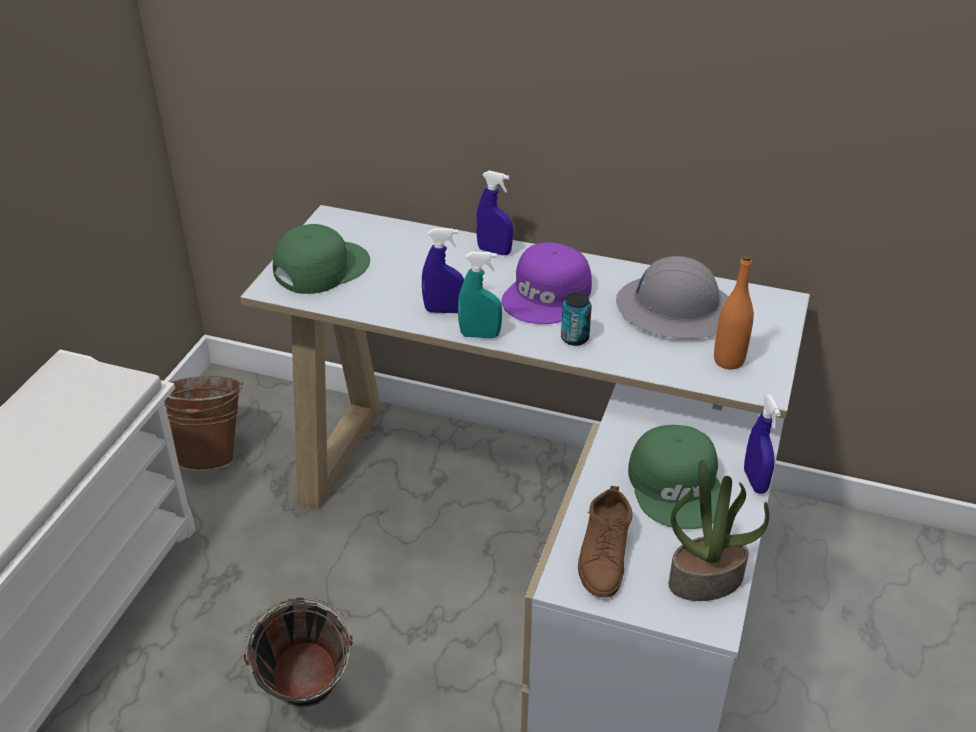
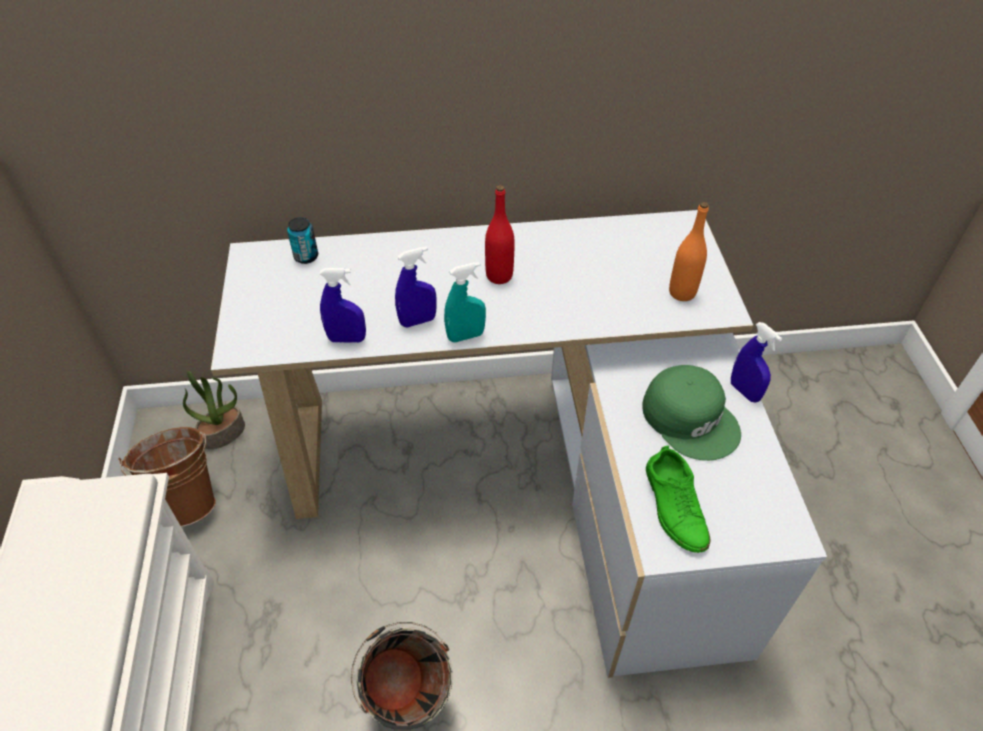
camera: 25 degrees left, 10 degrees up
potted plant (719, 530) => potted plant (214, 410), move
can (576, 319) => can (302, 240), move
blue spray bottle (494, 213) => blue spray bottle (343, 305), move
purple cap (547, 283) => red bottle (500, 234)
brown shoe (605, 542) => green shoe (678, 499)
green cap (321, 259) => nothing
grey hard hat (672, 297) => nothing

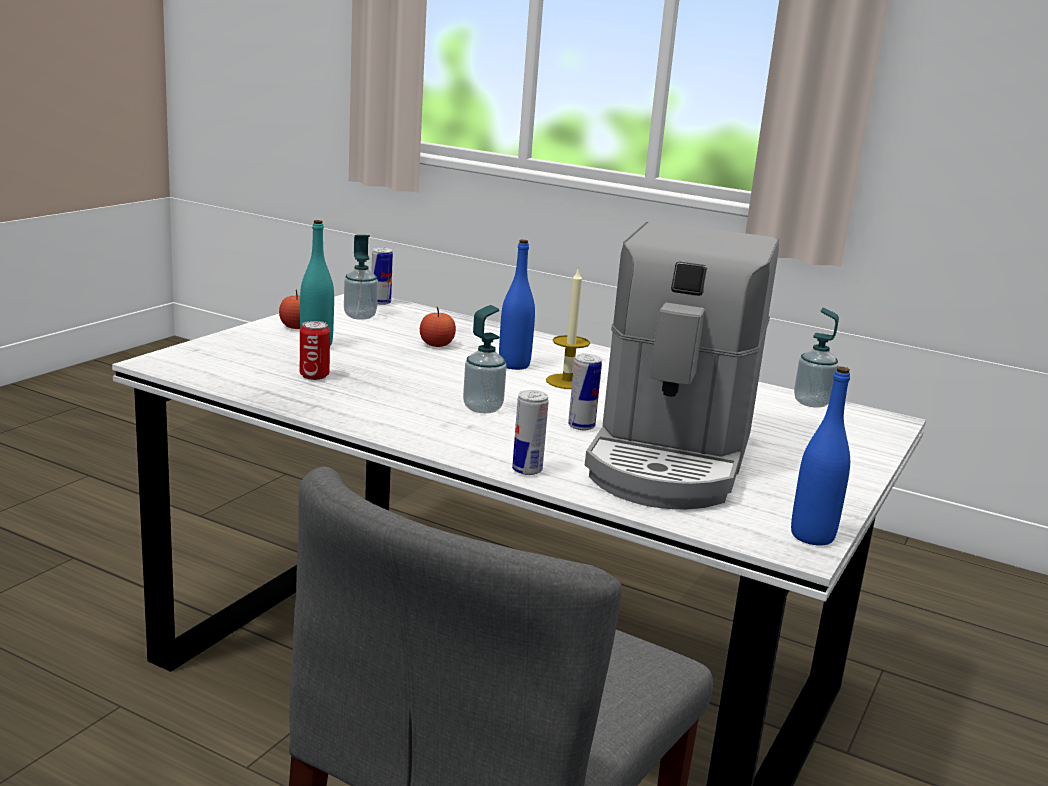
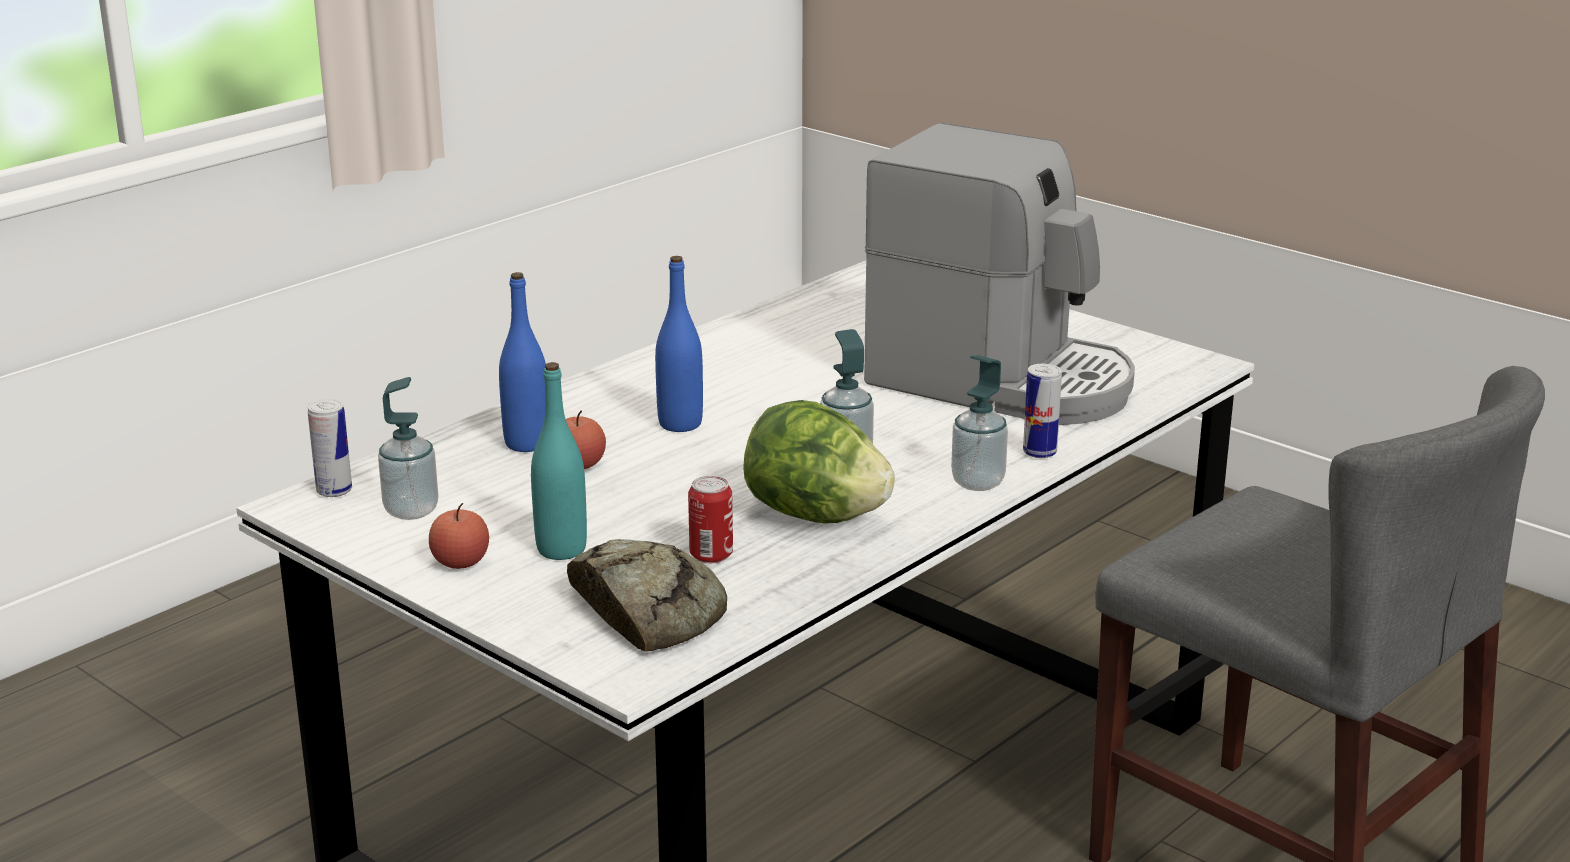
camera: 75 degrees left, 5 degrees up
blue bottle (820, 456) => blue bottle (522, 362), move
nothing => bread (647, 595)
nothing => lettuce (819, 462)
soap dispenser (816, 358) => soap dispenser (979, 423), move
candle (568, 328) => nothing
can (585, 392) => nothing

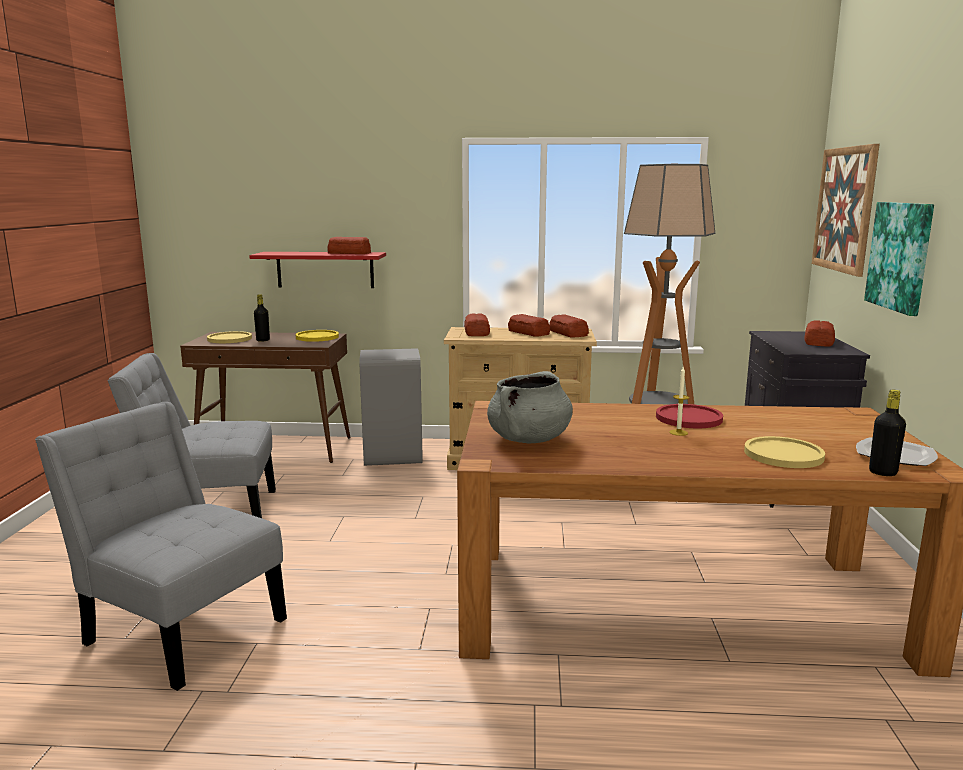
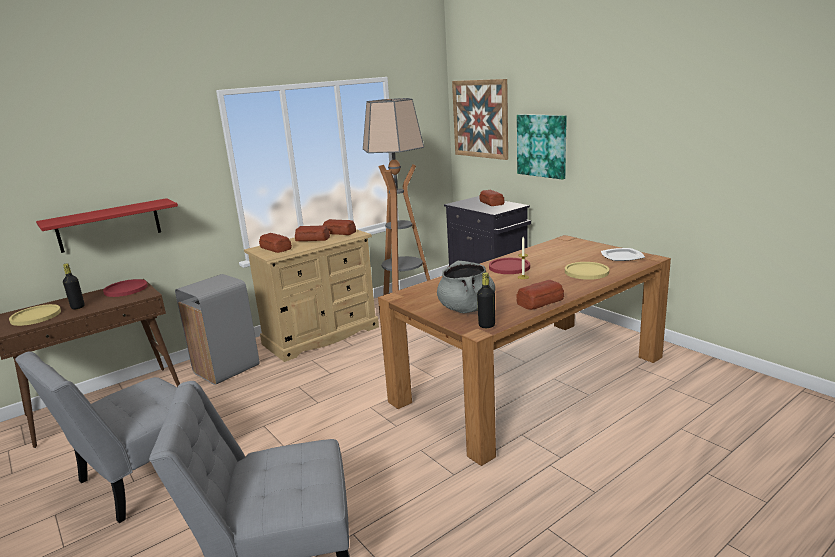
camera: 40 degrees left, 5 degrees up
yellow plate (317, 336) => red plate (125, 288)
black bottle (887, 433) => black bottle (486, 300), move
bread (349, 245) => bread (540, 295), move

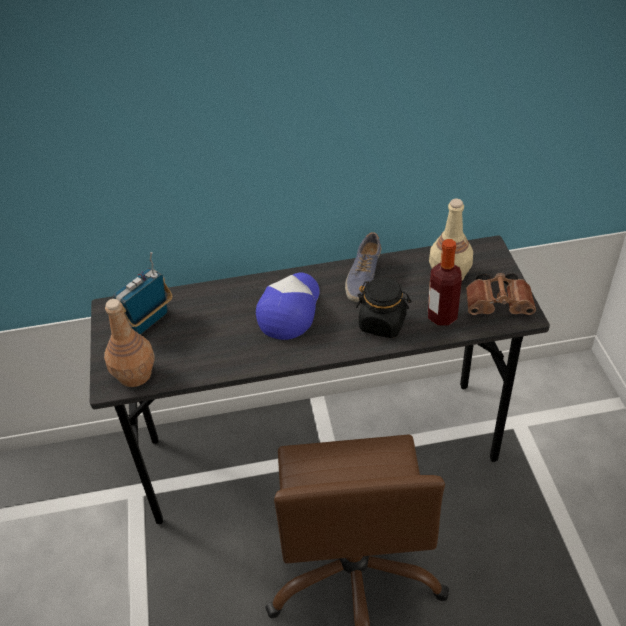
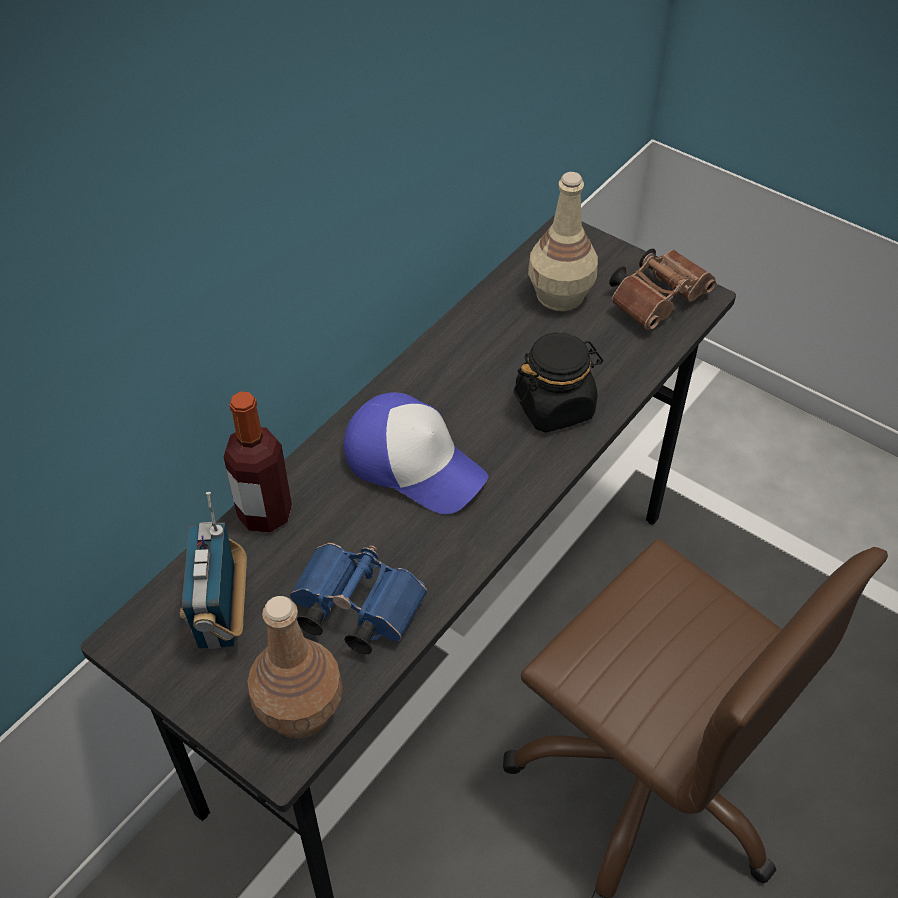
camera: 45 degrees left, 5 degrees up
bottle (445, 282) => bottle (258, 462), move
nothing => blue binoculars (358, 598)
cap (288, 306) => cap (416, 453), 150 degrees clockwise
shoe (363, 267) => nothing

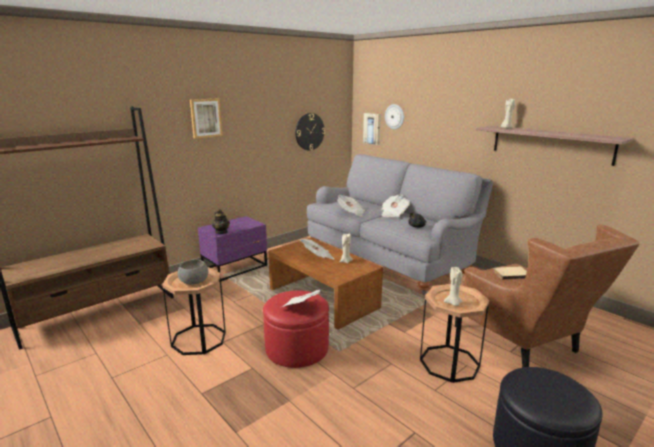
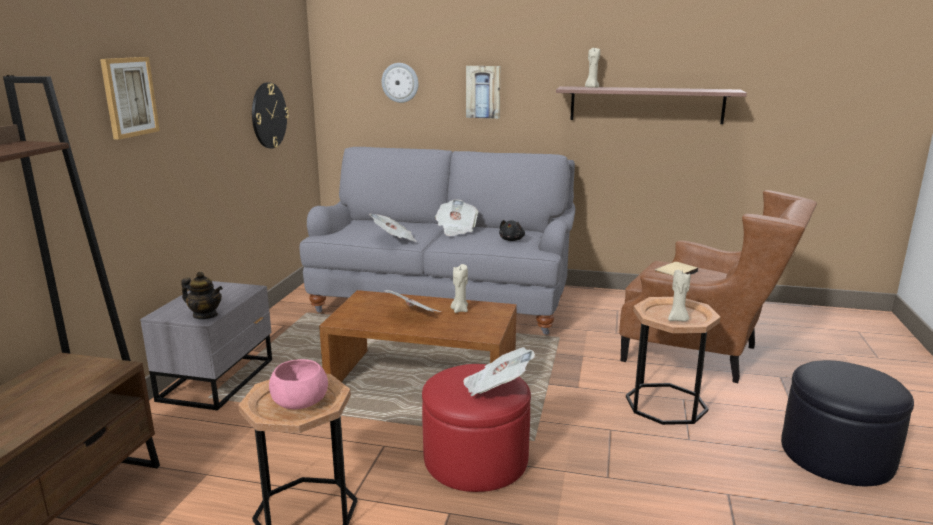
camera: 35 degrees left, 0 degrees up
purple nightstand (232, 249) => grey nightstand (206, 345)
grey bowl (193, 272) => pink bowl (298, 384)
picture (372, 129) => picture (483, 92), move

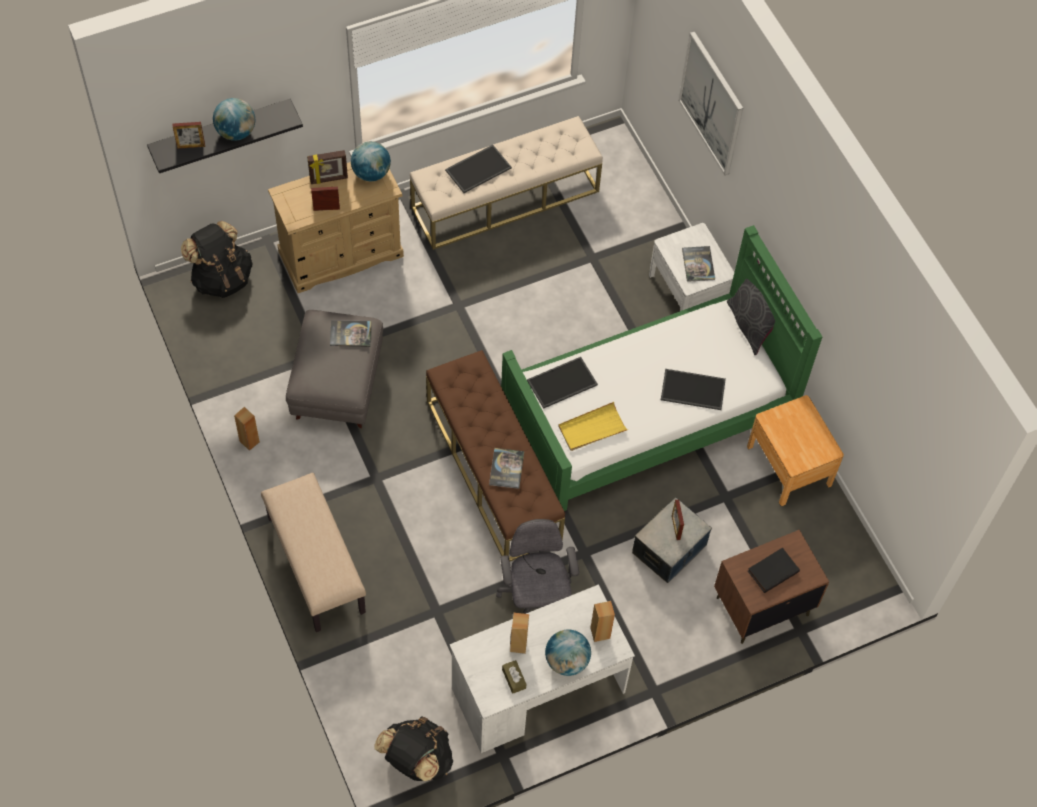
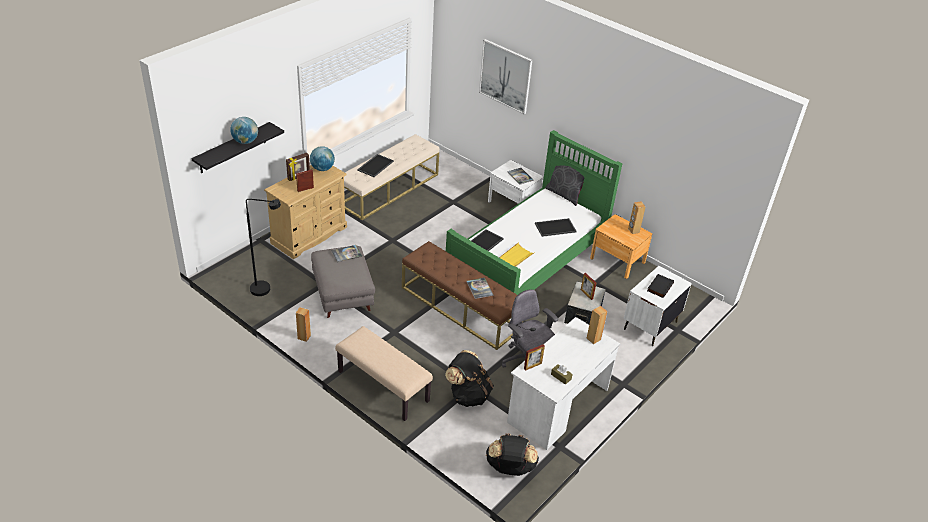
camera: 25 degrees left, 20 degrees down
nothing => black floor lamp (263, 247)
black backpack (216, 259) => black backpack (469, 378), move
picture frame (189, 135) => picture frame (534, 357), move
brown nightstand (771, 587) => white nightstand (657, 306)
brown speaker (519, 633) => brown speaker (637, 217), move
globe (568, 653) => nothing

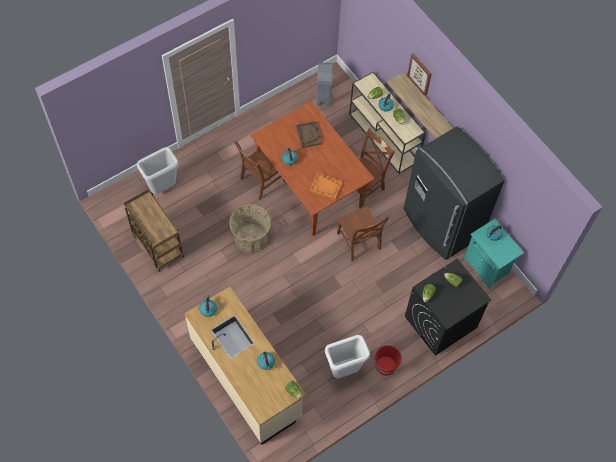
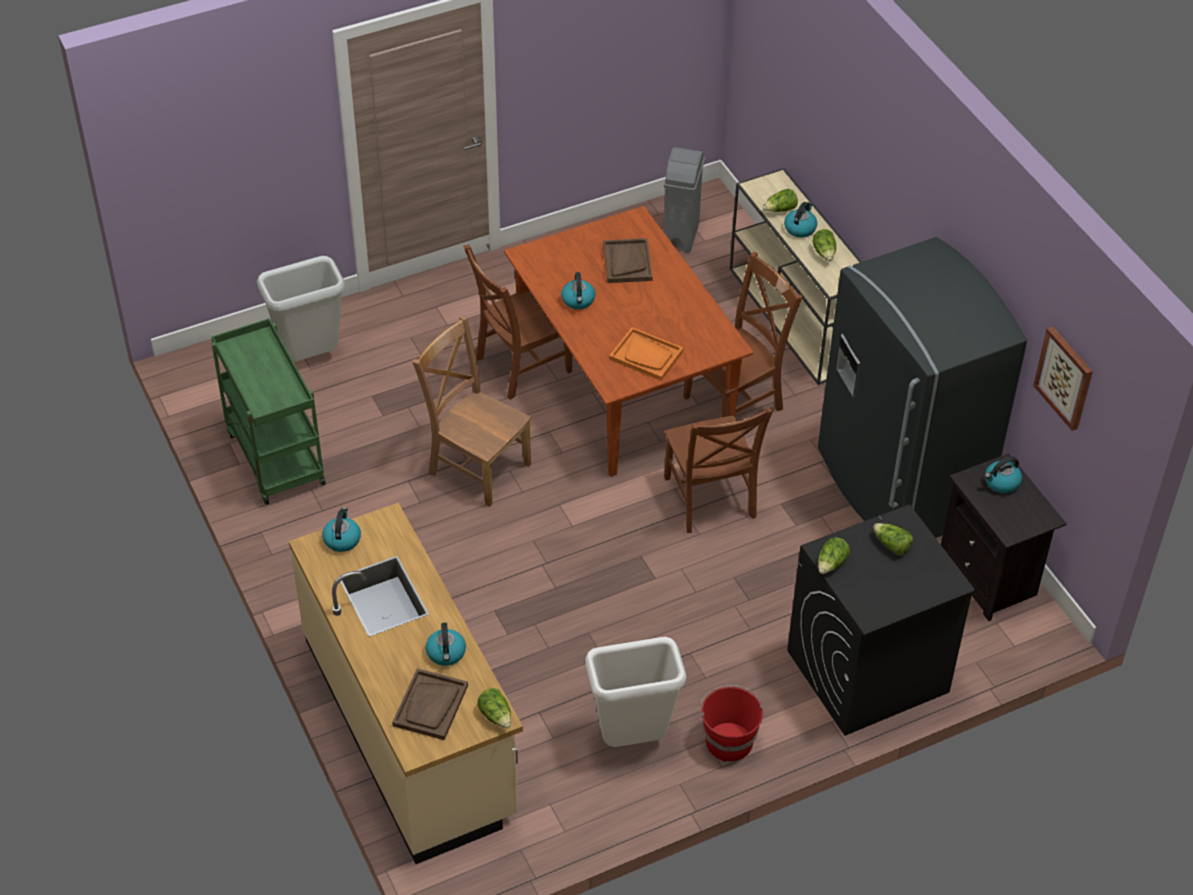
camera: 10 degrees right, 15 degrees down
brown cart (154, 230) => green cart (268, 411)
nothing => brown tray (430, 704)
basket (250, 229) => brown chair (472, 411)
turquoise nightstand (494, 254) => black nightstand (1004, 537)
picture (419, 74) => picture (1063, 378), move
shelf (420, 105) => nothing

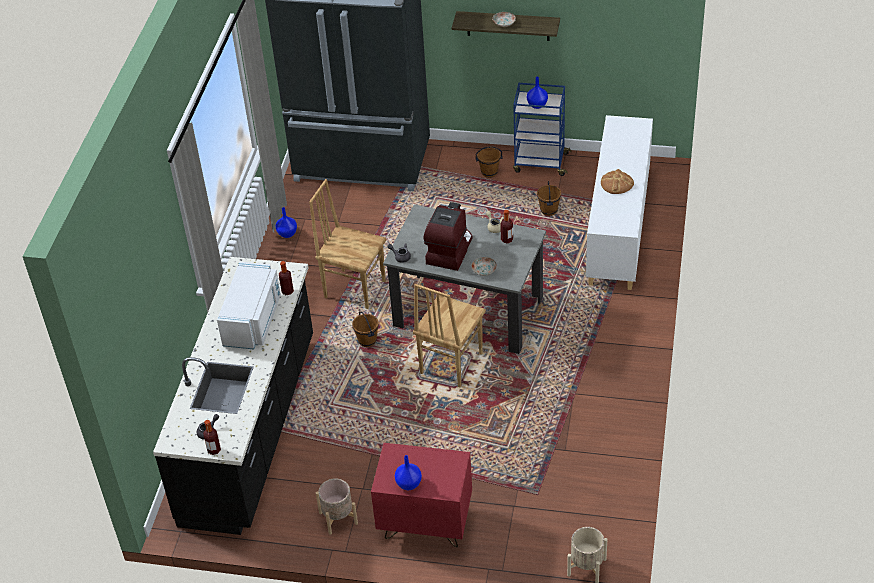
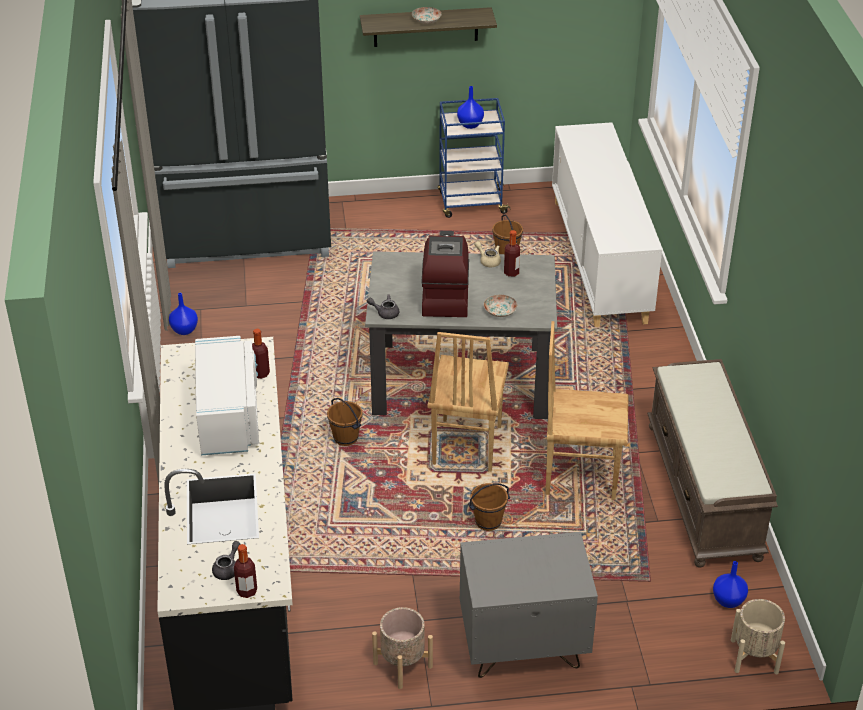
camera: 20 degrees left, 5 degrees down
red nightstand (421, 495) => grey nightstand (529, 605)
brown bucket (489, 162) => brown bucket (489, 507), move
brown chair (347, 244) => brown chair (587, 410), move
nothing => brown bench (712, 463)
blue vase (408, 472) => blue vase (730, 584), move
bread (617, 181) => nothing

